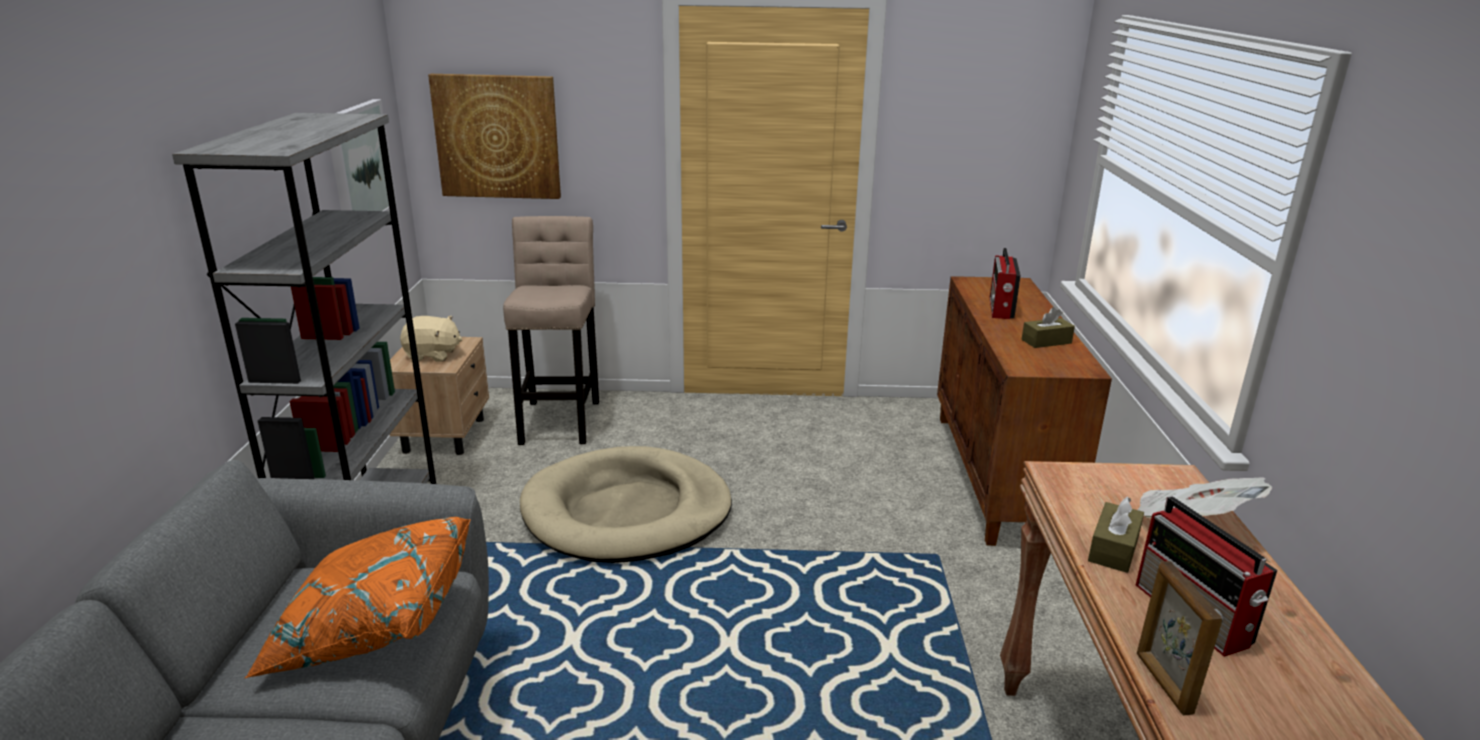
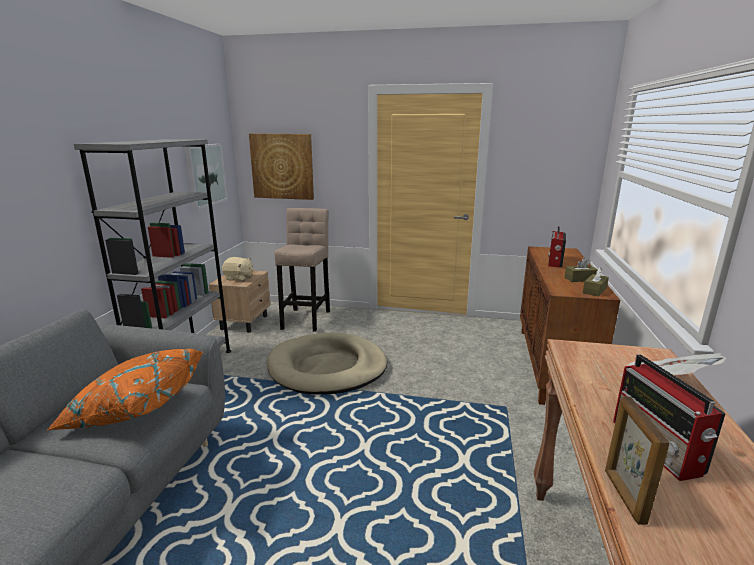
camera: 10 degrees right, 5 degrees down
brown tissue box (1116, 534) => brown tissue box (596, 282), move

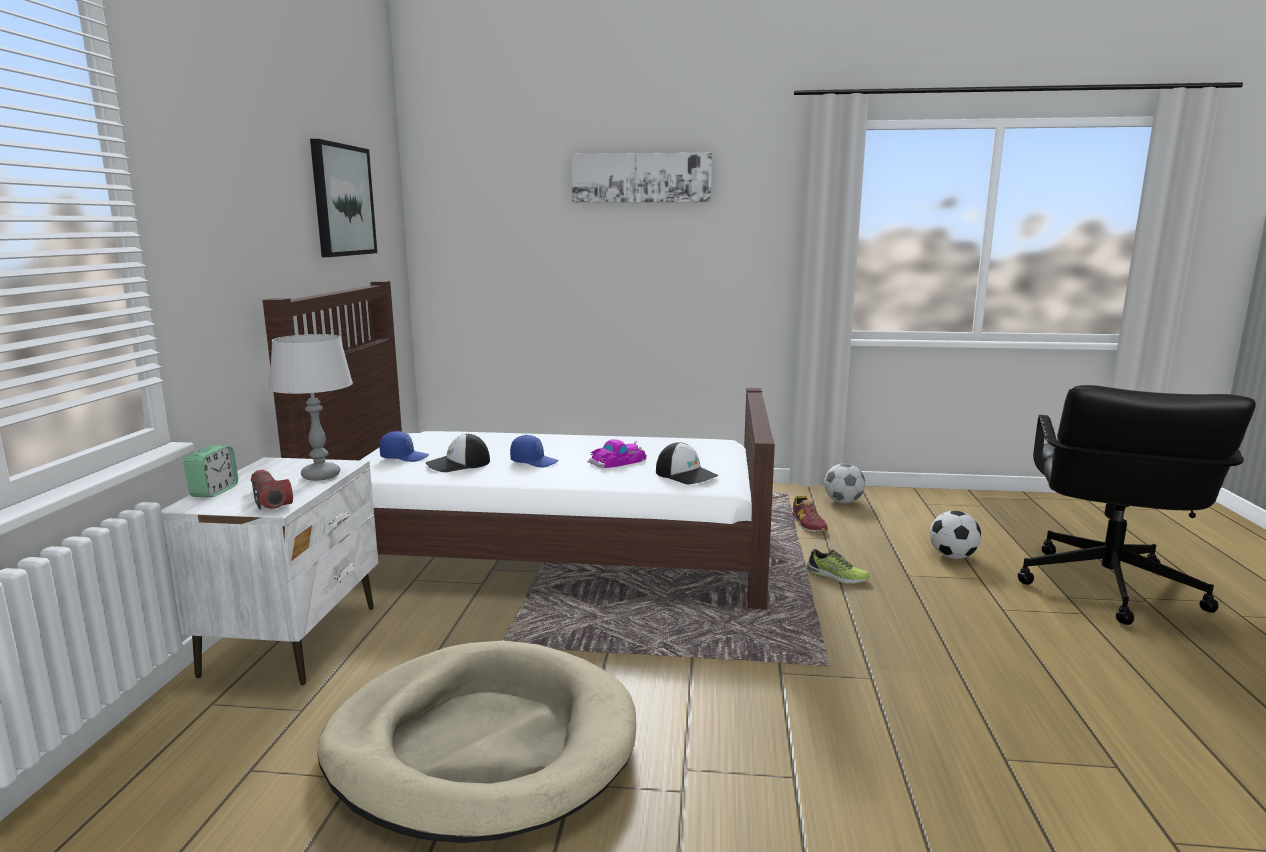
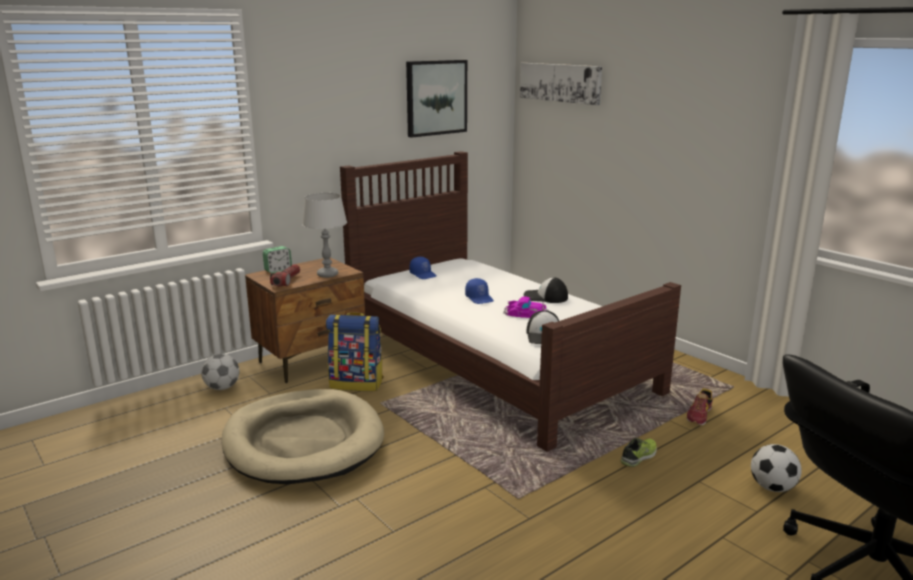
camera: 45 degrees right, 5 degrees up
football (844, 483) => football (220, 372), move
white nightstand (269, 571) => brown nightstand (305, 320)
nothing => backpack (355, 351)
picture (641, 178) => picture (561, 84), move
cap (458, 453) => cap (546, 290), move
shoe (838, 566) => shoe (639, 452), 120 degrees counterclockwise

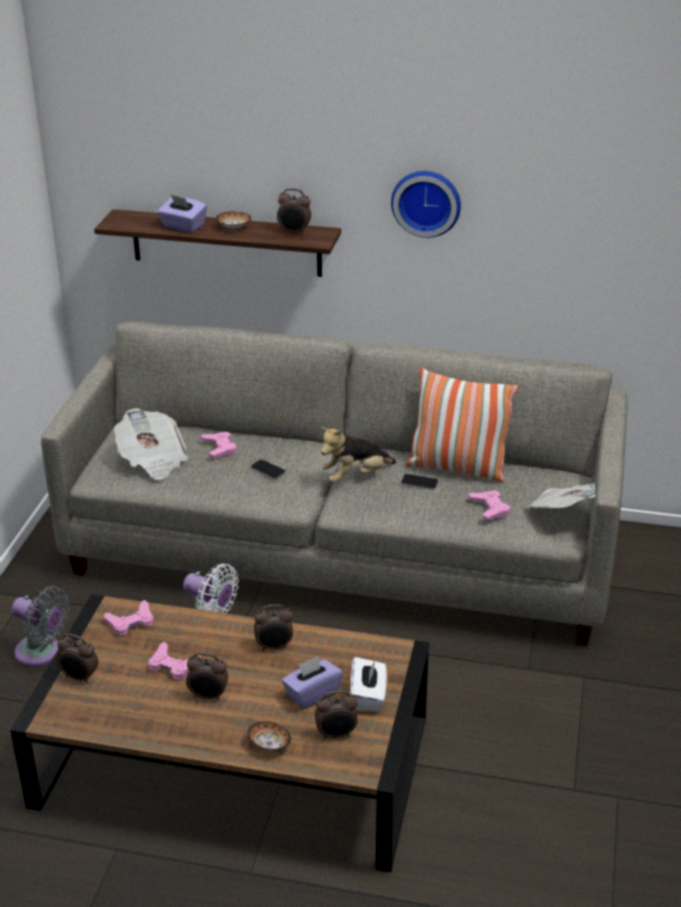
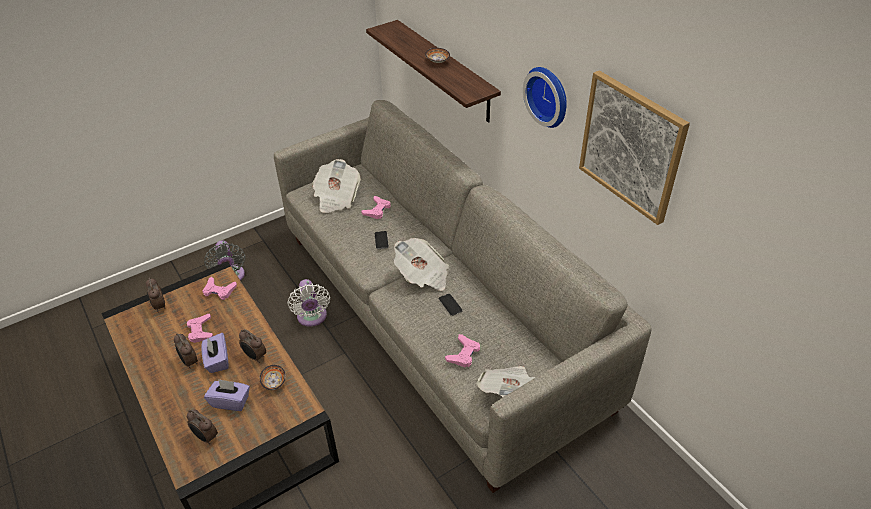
camera: 45 degrees right, 10 degrees up
purple tissue box (182, 214) => purple tissue box (215, 353), move
bowl (269, 736) => bowl (273, 377), move
plush toy (358, 454) => newspaper (421, 264)
nothing => picture (634, 147)
alarm clock (294, 211) => nothing
white tissue box (368, 684) => nothing
pillow (462, 424) => nothing

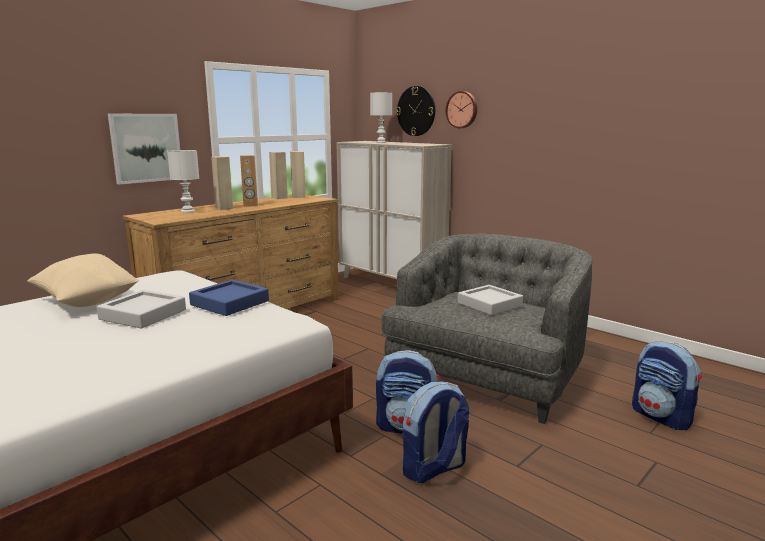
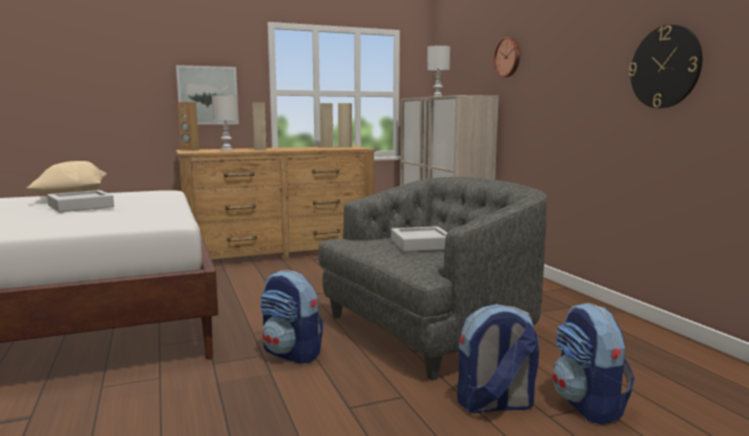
camera: 25 degrees right, 5 degrees down
brown speaker (249, 181) => brown speaker (188, 126), move
backpack (436, 432) => backpack (498, 358), move
wall clock (415, 111) => wall clock (665, 66), move
blue tray (229, 298) => nothing

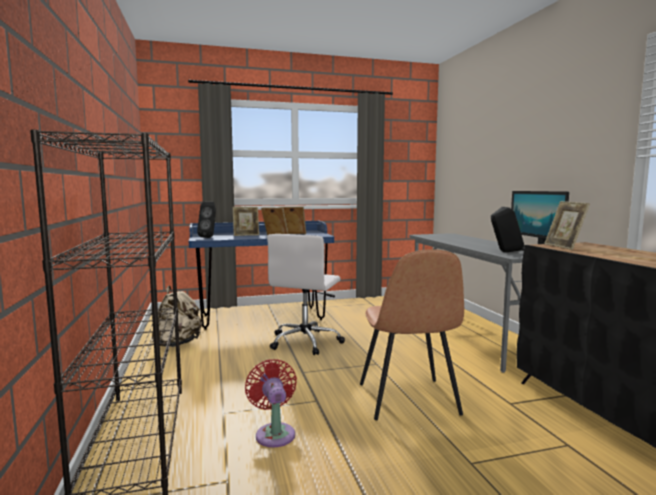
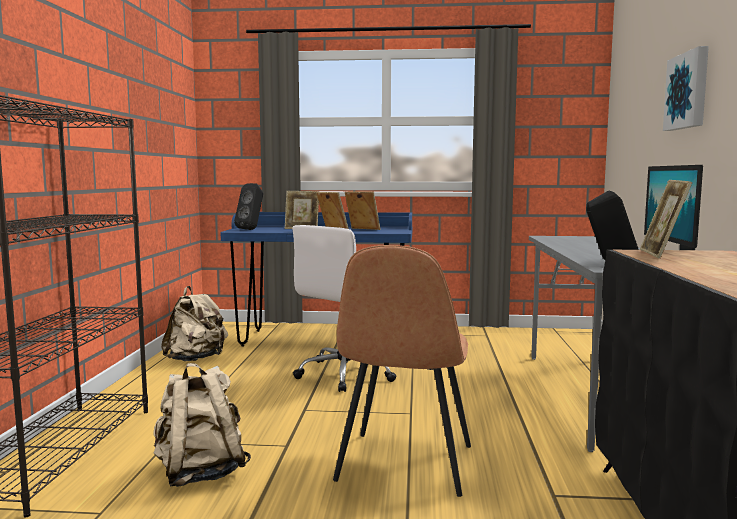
camera: 20 degrees right, 0 degrees up
red fan (271, 403) => beige backpack (202, 425)
nothing => picture (686, 88)

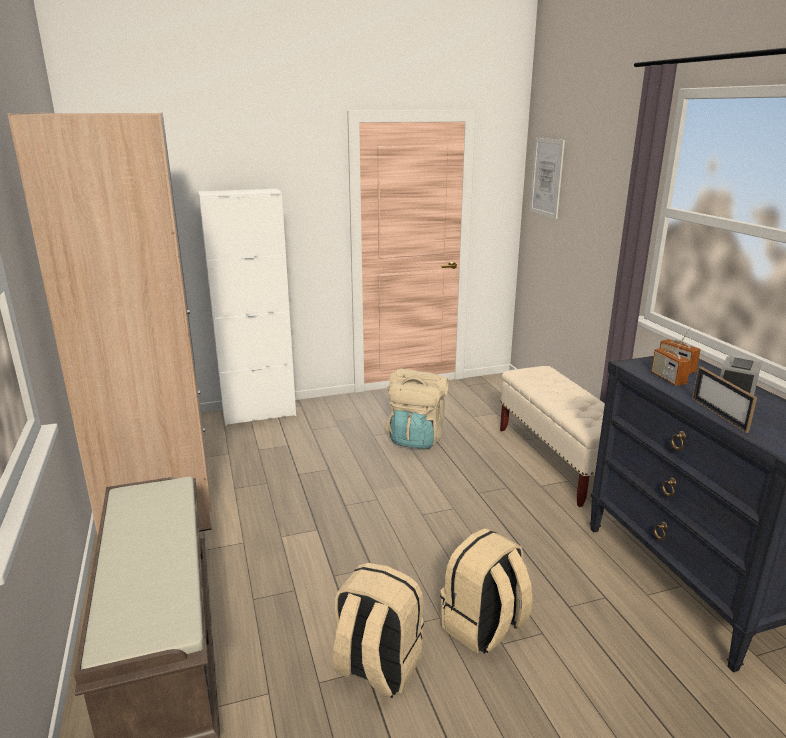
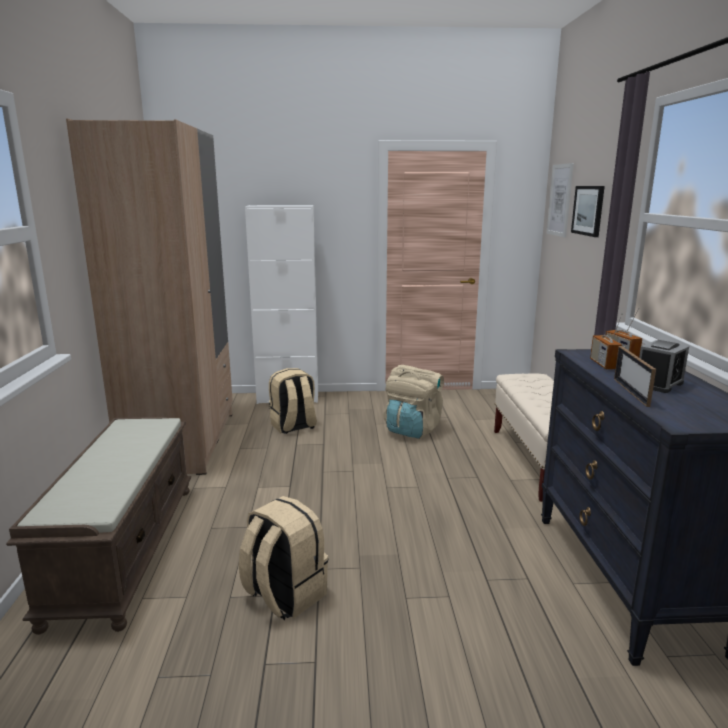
camera: 15 degrees right, 5 degrees down
beige backpack (486, 590) => beige backpack (293, 401), move
nothing => picture (588, 211)

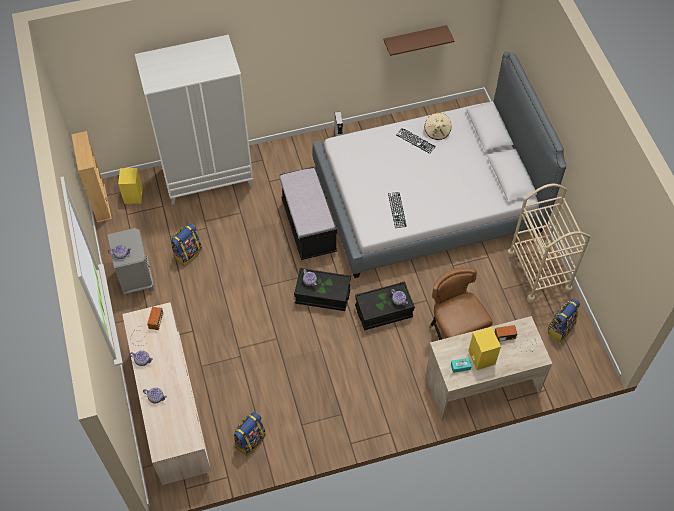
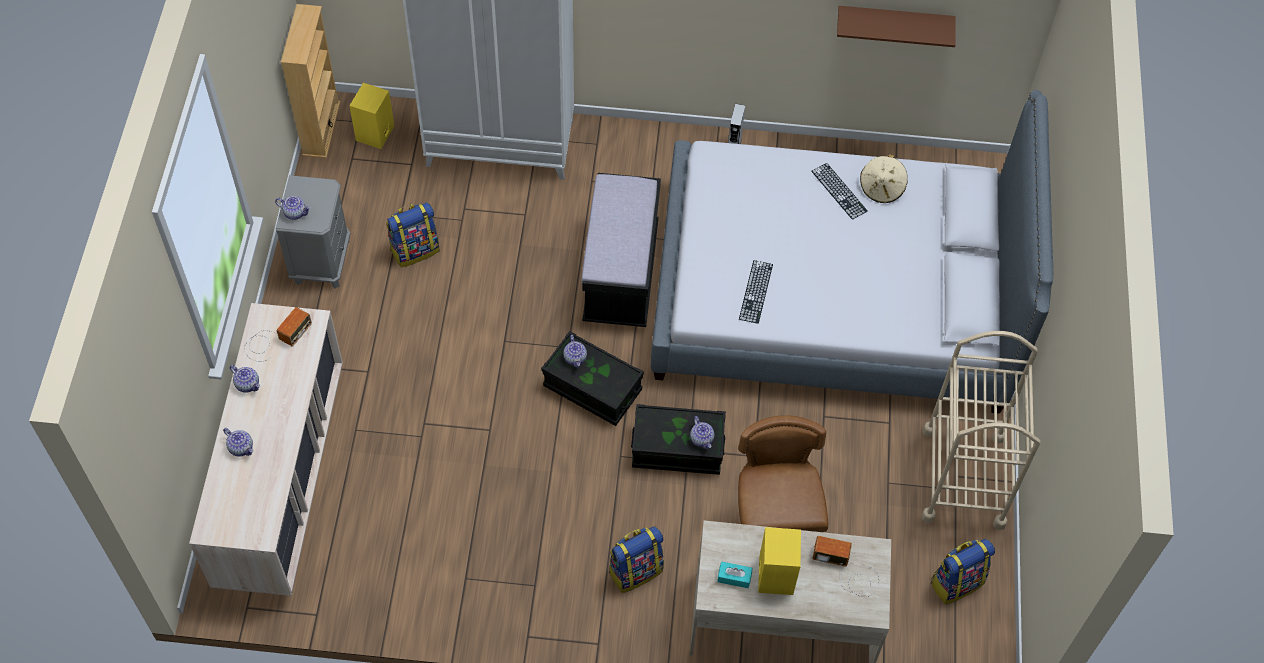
camera: 20 degrees right, 0 degrees up
backpack (249, 434) => backpack (636, 559), move

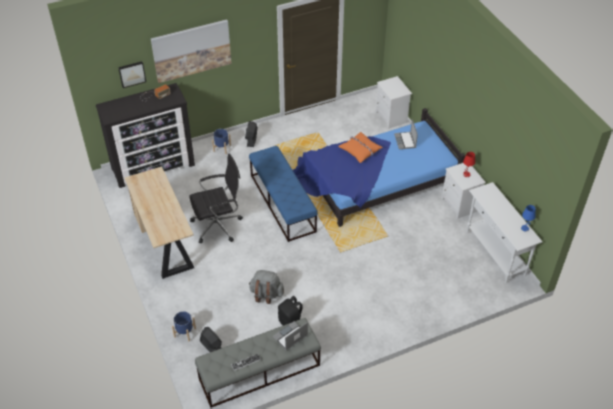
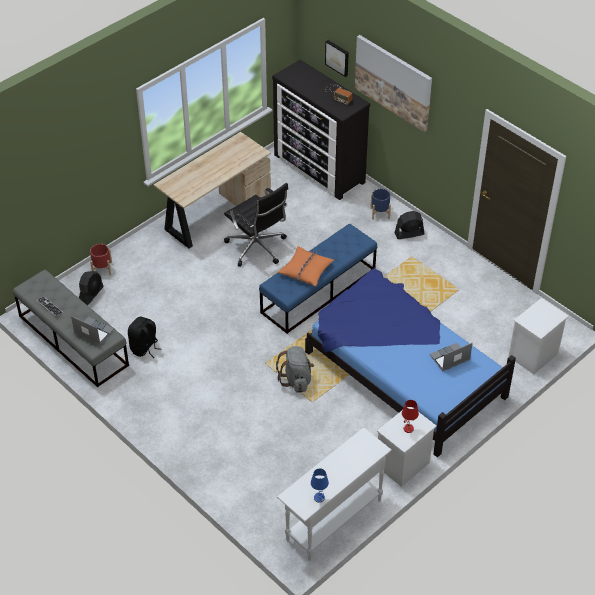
camera: 70 degrees right, 0 degrees up
blue planter (184, 326) => red planter (101, 259)
grey backpack (266, 287) => grey backpack (295, 369), move
orange pillow (360, 147) => orange pillow (306, 266), move

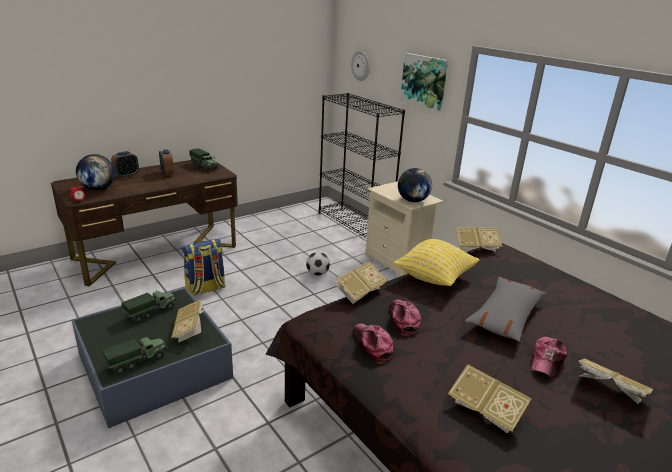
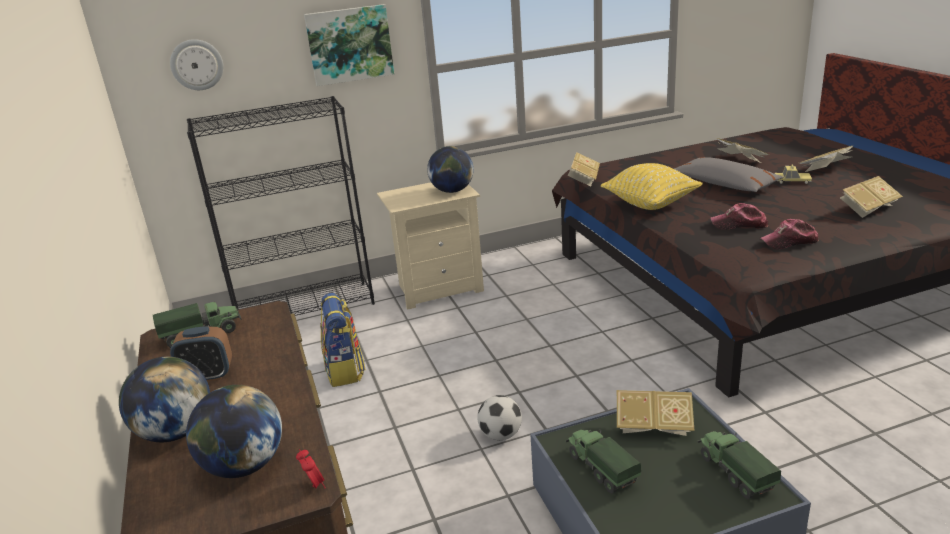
camera: 70 degrees left, 0 degrees up
alarm clock (125, 164) => globe (164, 399)
backpack (204, 267) => backpack (343, 340), move
football (318, 264) => football (499, 417), move
book (361, 282) => book (743, 150), move
cap (549, 357) => toy car (793, 174)

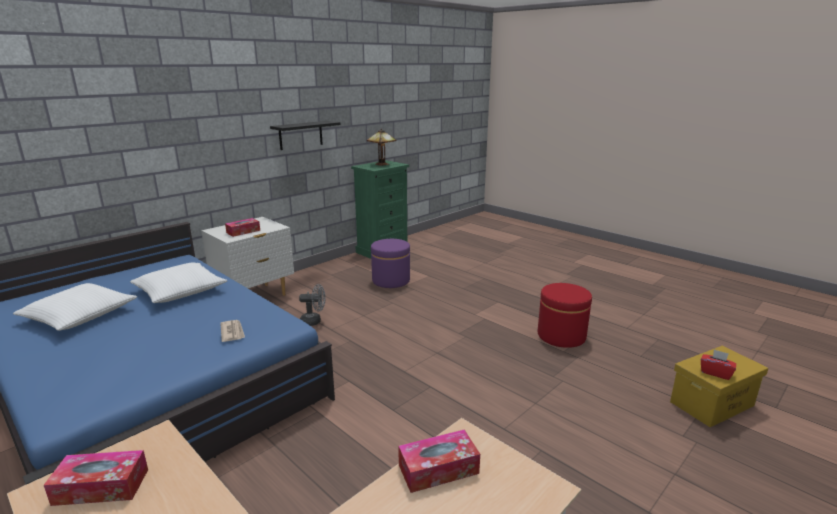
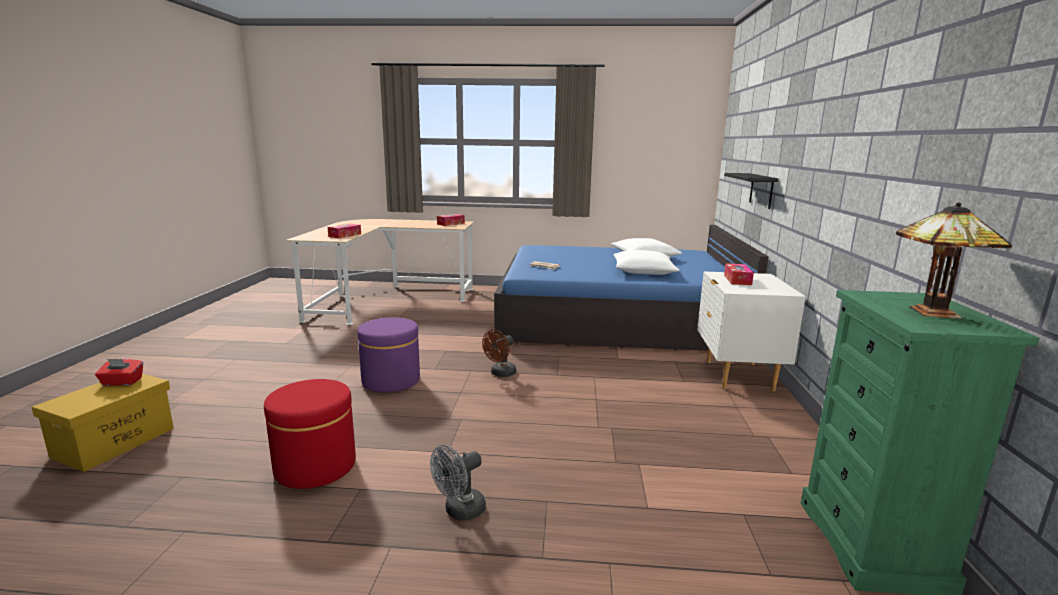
camera: 140 degrees right, 5 degrees down
purple ottoman (390, 263) => purple ottoman (388, 355), move
grey fan (312, 305) => grey fan (458, 483), move
nothing => brown fan (499, 353)
black shelf (305, 135) => black shelf (751, 191), move

